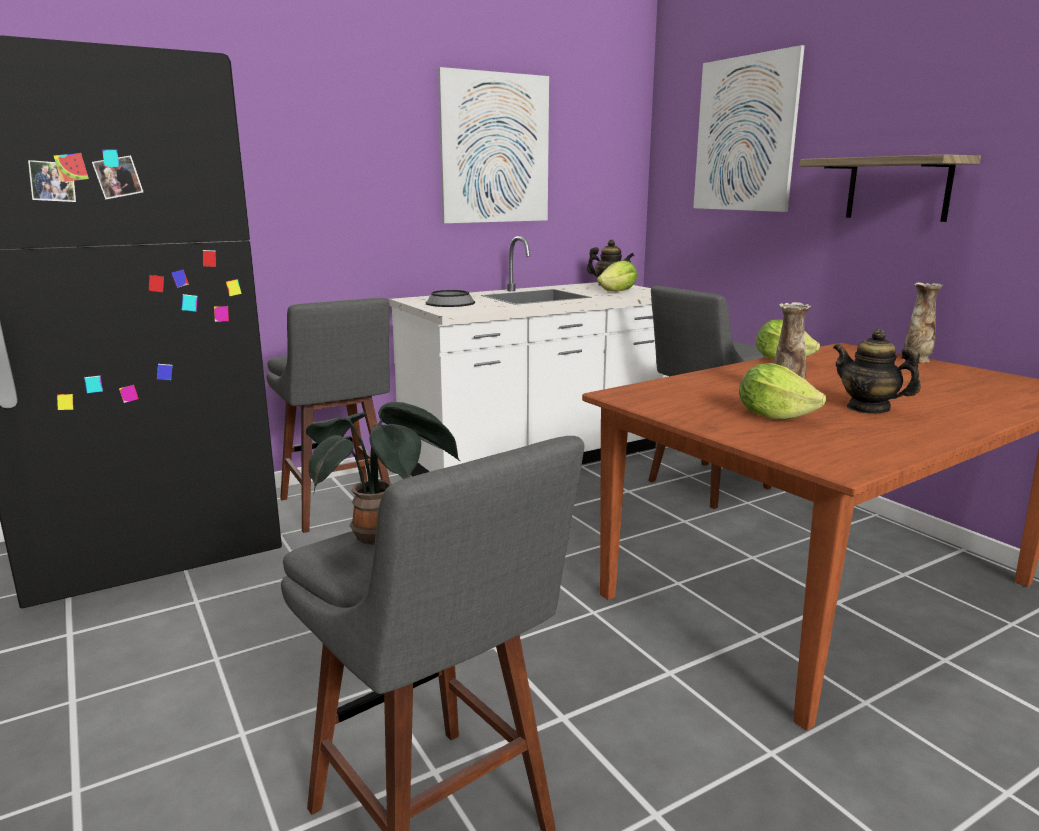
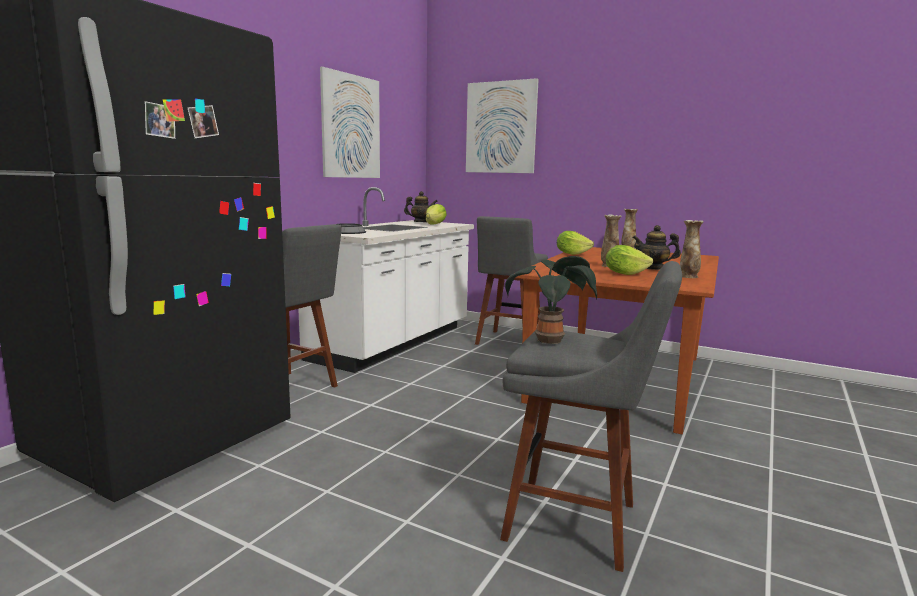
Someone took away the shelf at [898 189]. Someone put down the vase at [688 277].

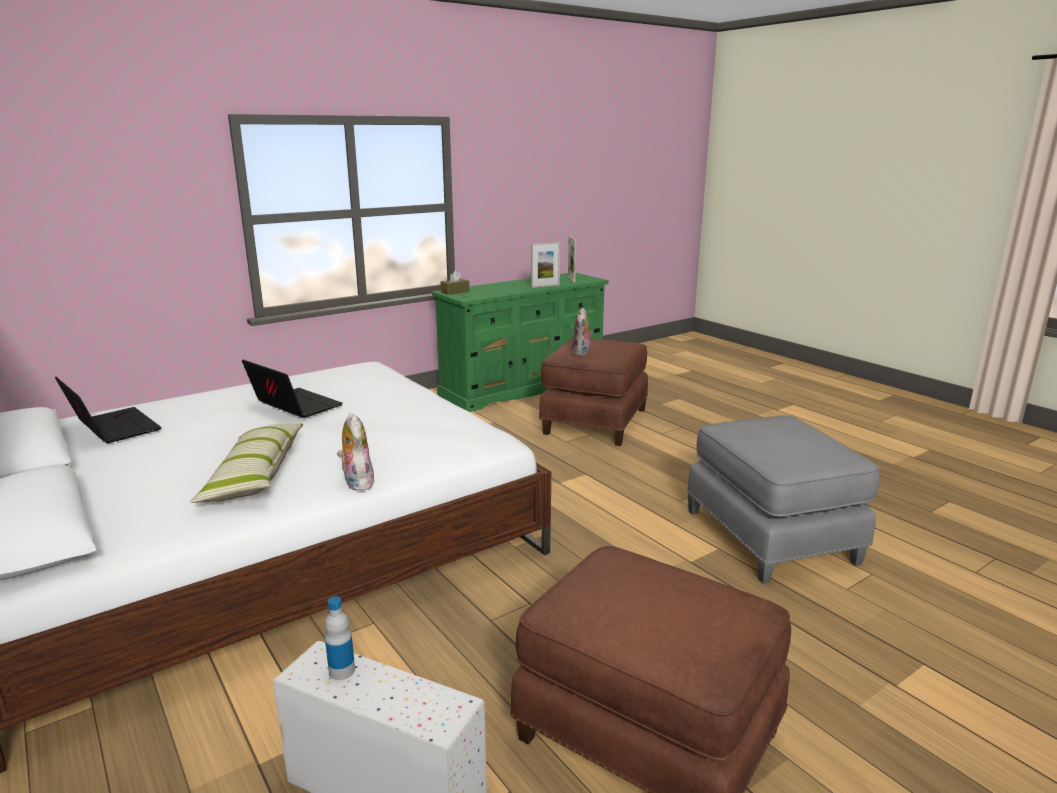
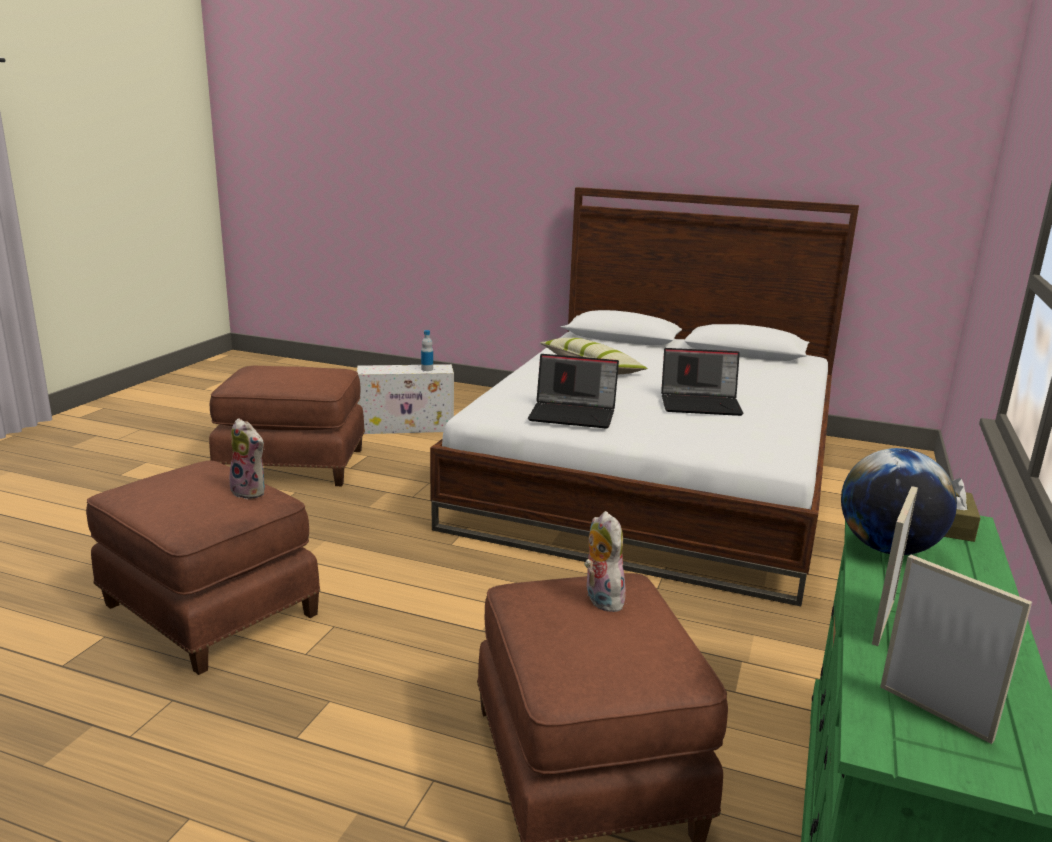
Someone carried the laptop from [112 428] to [574 414]. Someone carried the plush toy from [356 482] to [251 491]. Someone repainted the grey ottoman at [772 535], which became the brown ottoman at [207 611]. Someone put down the globe at [887 548].

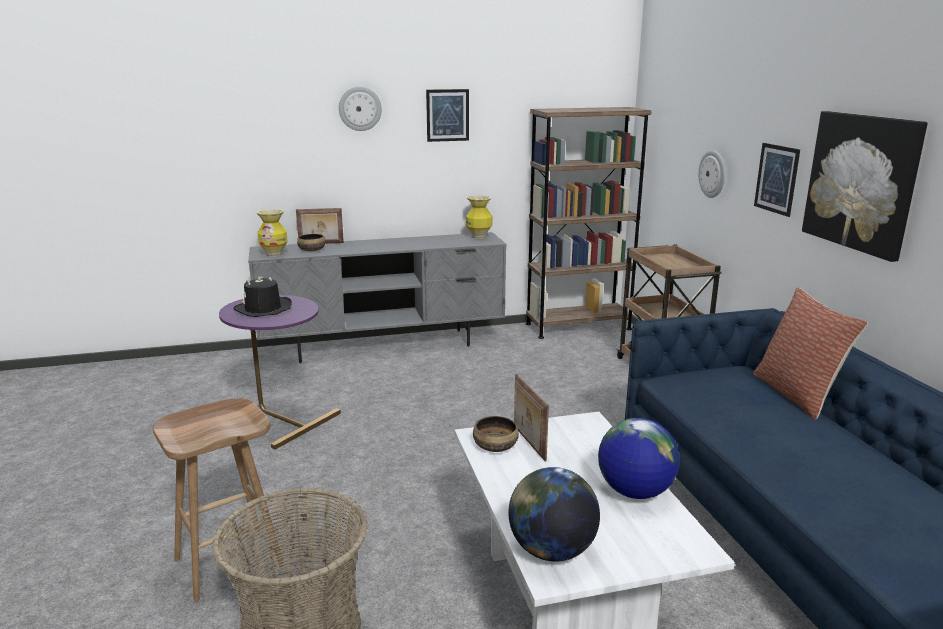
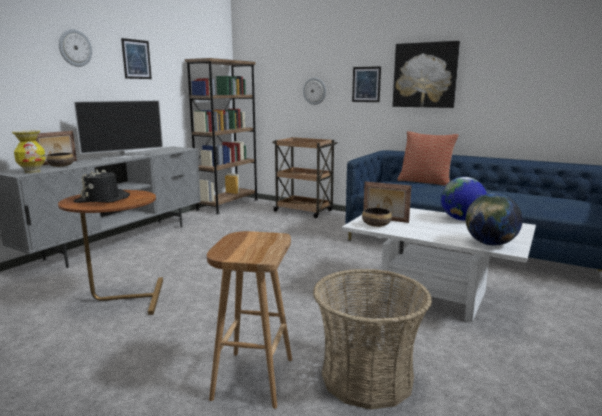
Someone took away the vase at [479 237]. Someone repainted the purple side table at [281 419], which became the brown side table at [122 299]. Someone put down the television at [123 157].

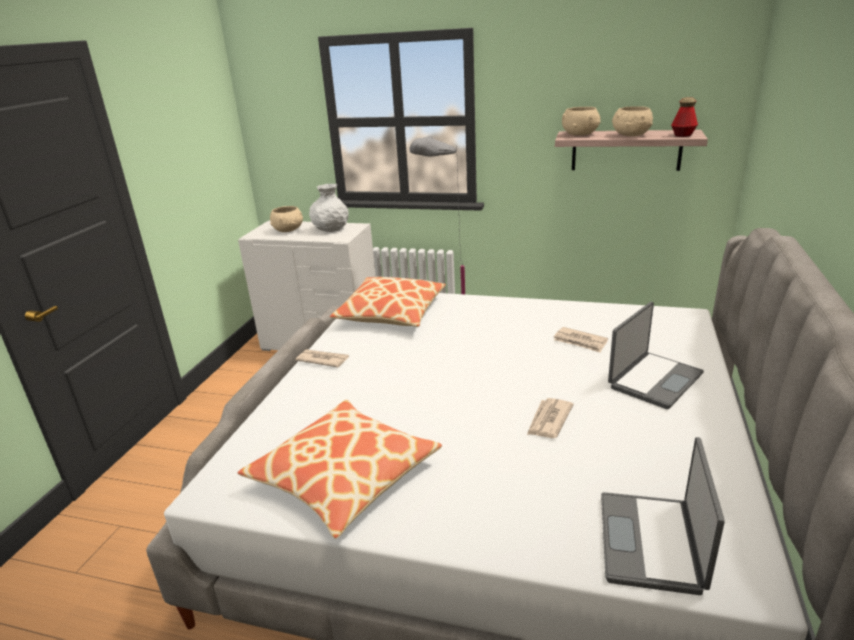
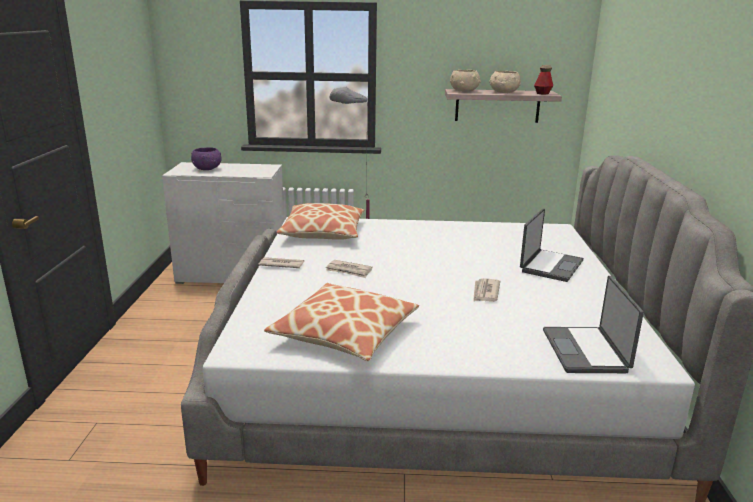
Someone took away the white vase at [330 229]. Someone repainted the beige bowl at [288 230], which became the purple bowl at [207 168]. Someone carried the newspaper from [580 342] to [349 271].

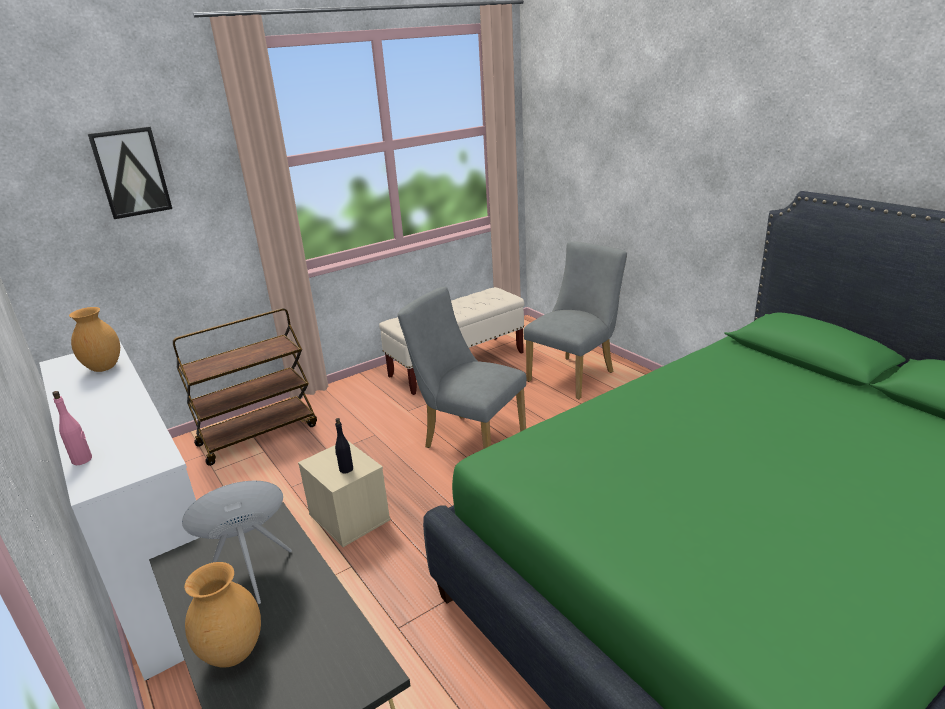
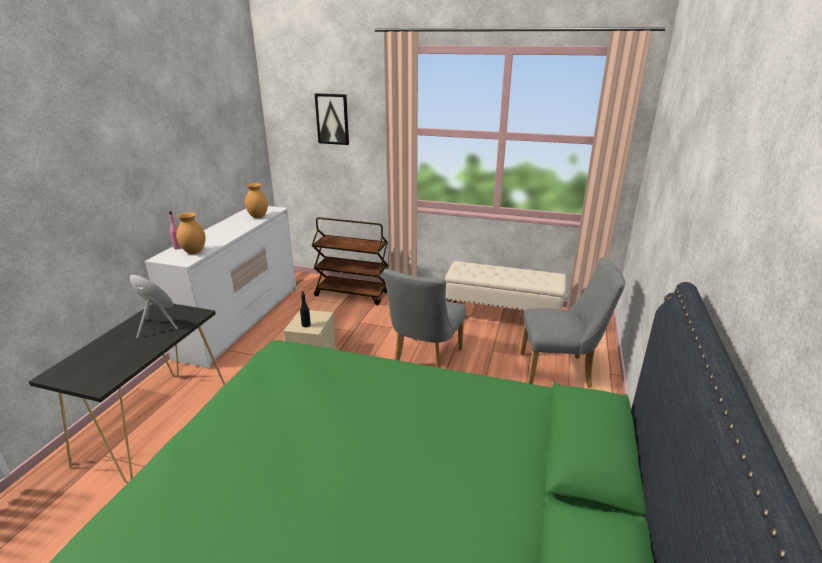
Someone rotated the grey chair at [468 438] by 150 degrees counterclockwise. Someone carried the brown vase from [233 655] to [193 252].

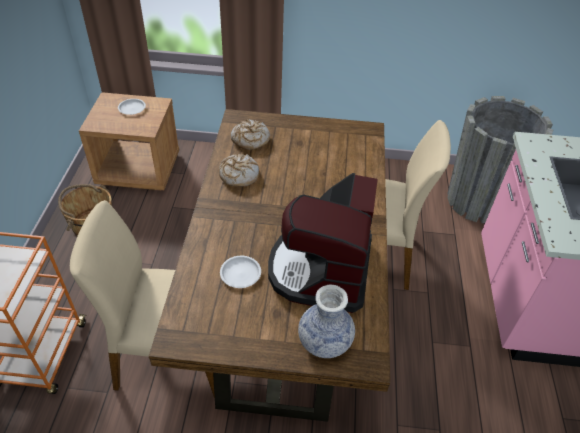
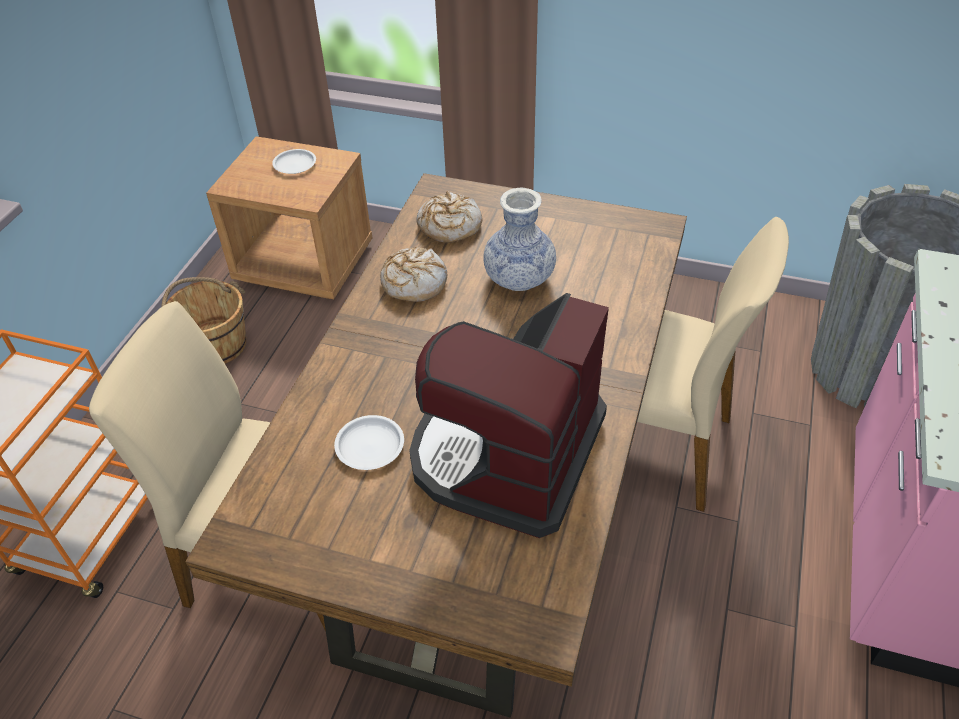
Someone carried the vase from [324 341] to [519 278].

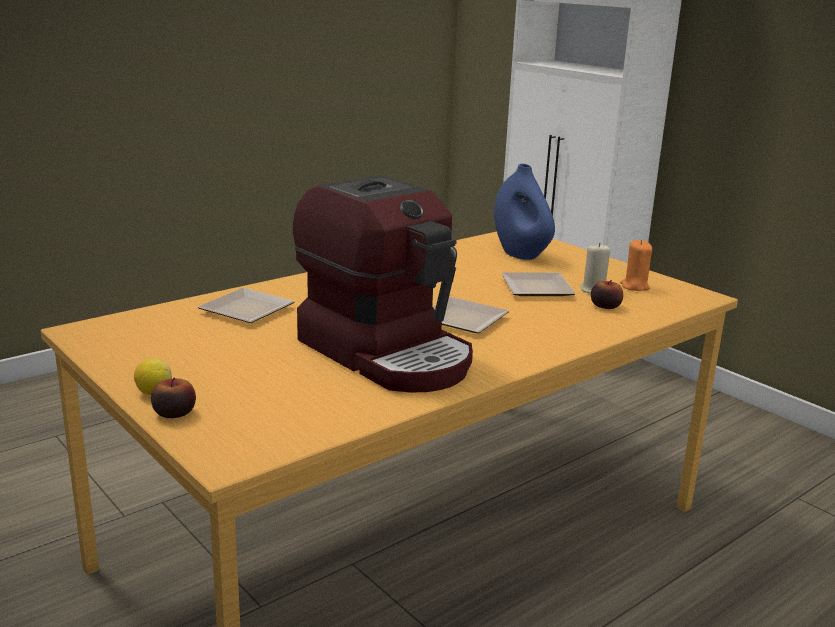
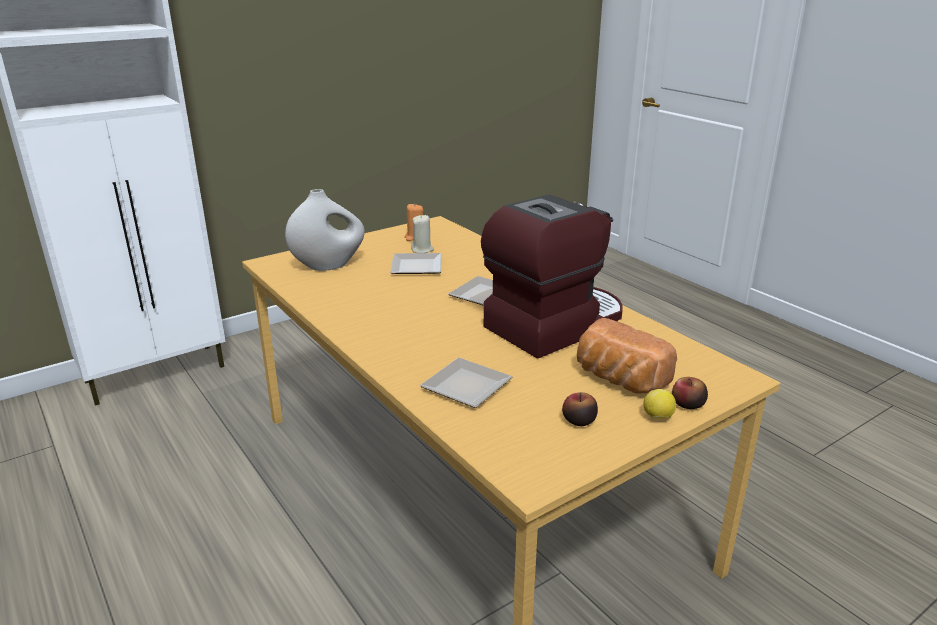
Someone repainted the blue vase at [521 254], which became the white vase at [328 265]. Someone carried the apple from [605 306] to [579 420]. Someone put down the bread at [618 379].

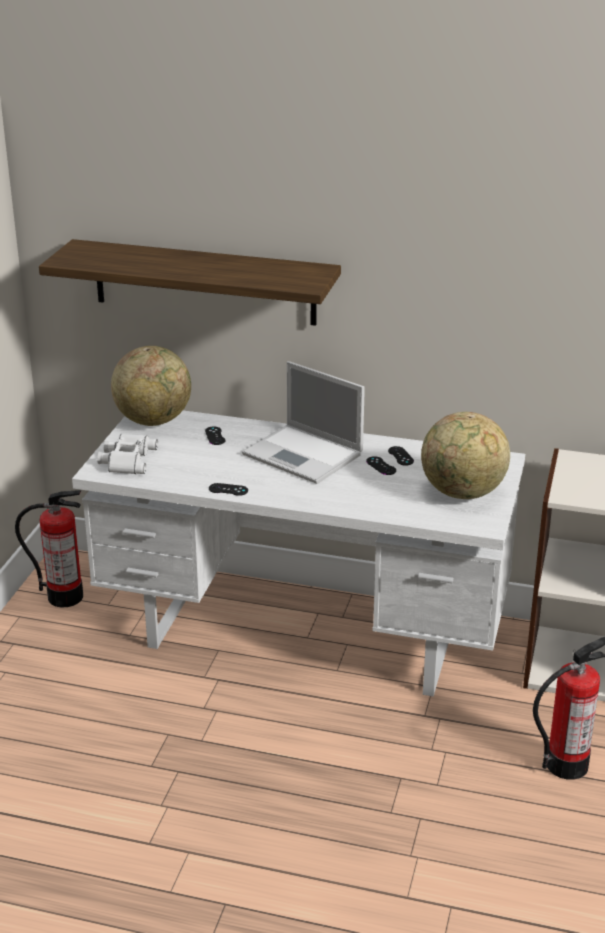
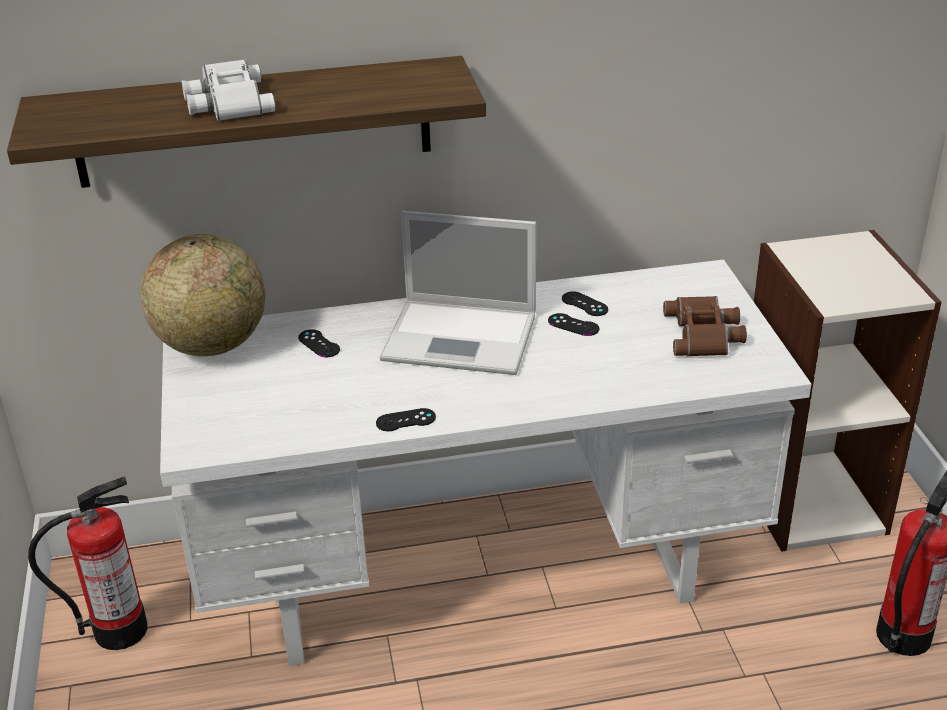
Someone swapped the globe at [462 493] for the brown binoculars at [705 334]. Someone carried the white binoculars from [126 459] to [227 102].

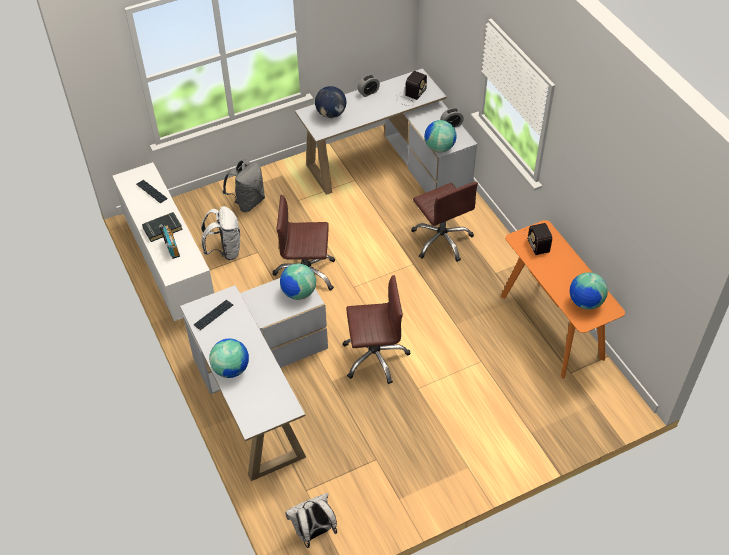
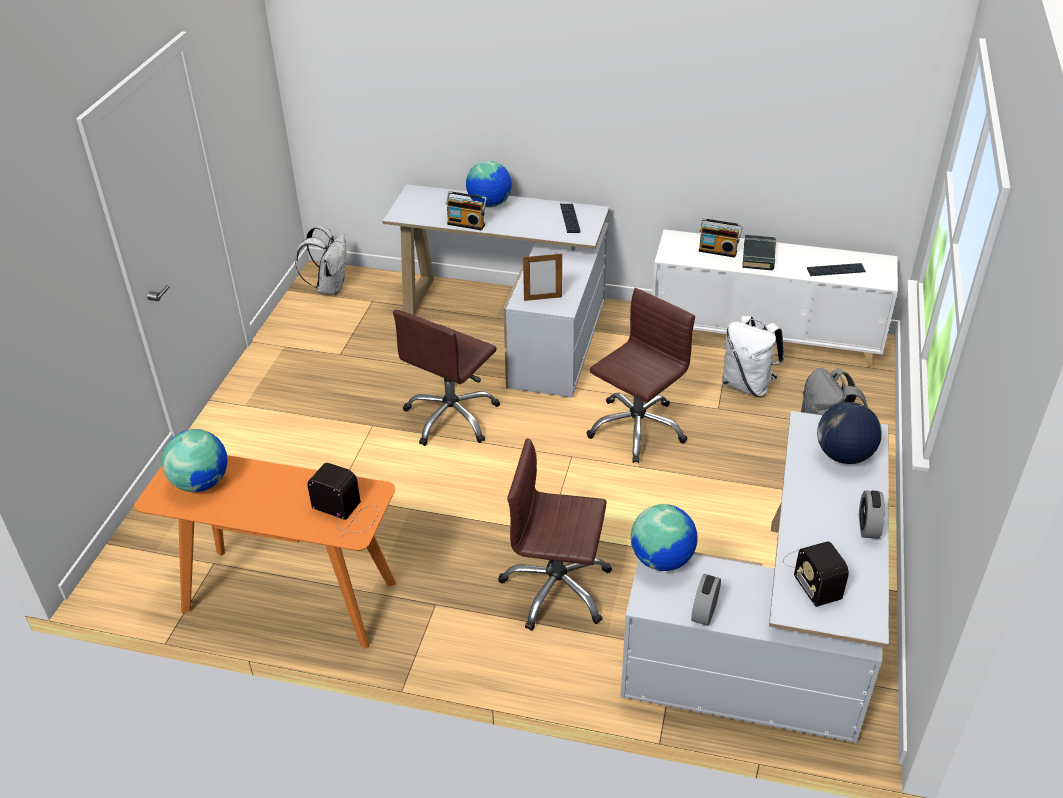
Someone swapped the globe at [298 293] for the picture frame at [543 298]. Someone put down the radio at [467 224].

